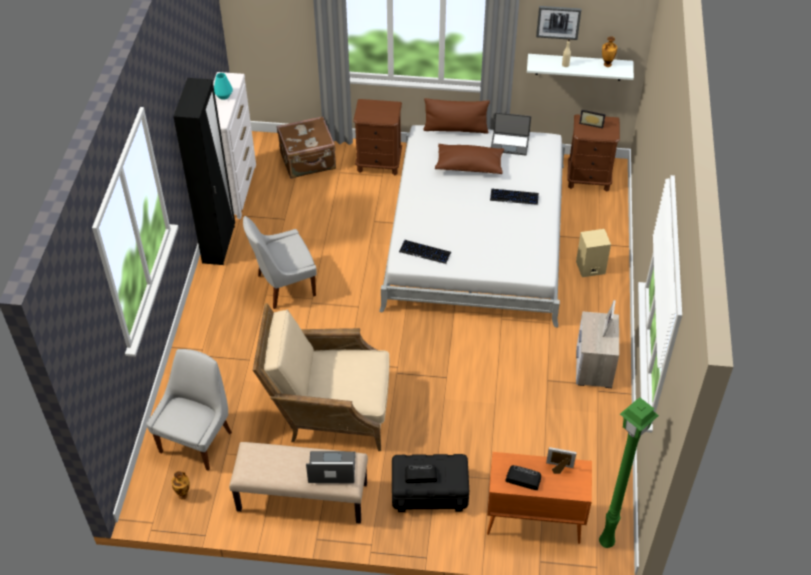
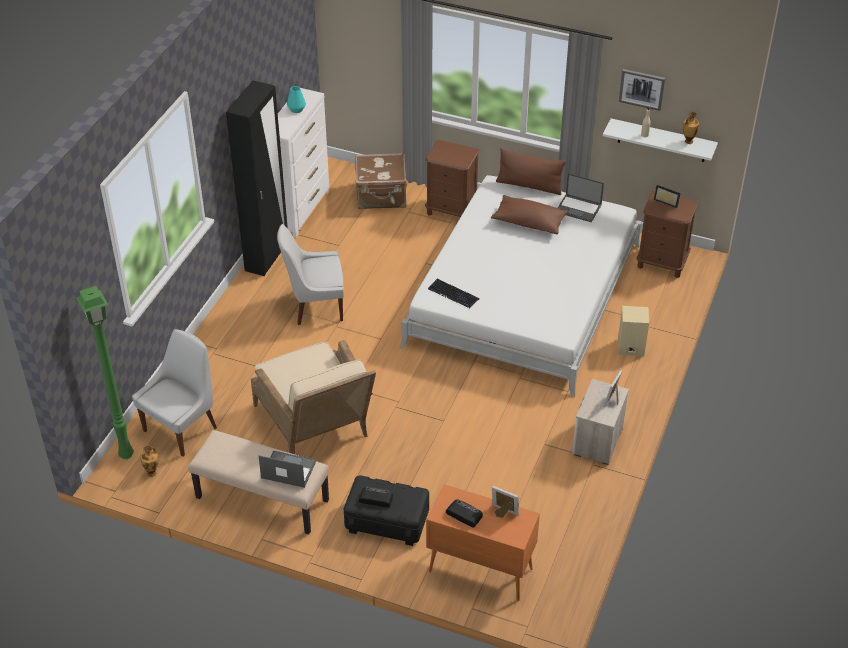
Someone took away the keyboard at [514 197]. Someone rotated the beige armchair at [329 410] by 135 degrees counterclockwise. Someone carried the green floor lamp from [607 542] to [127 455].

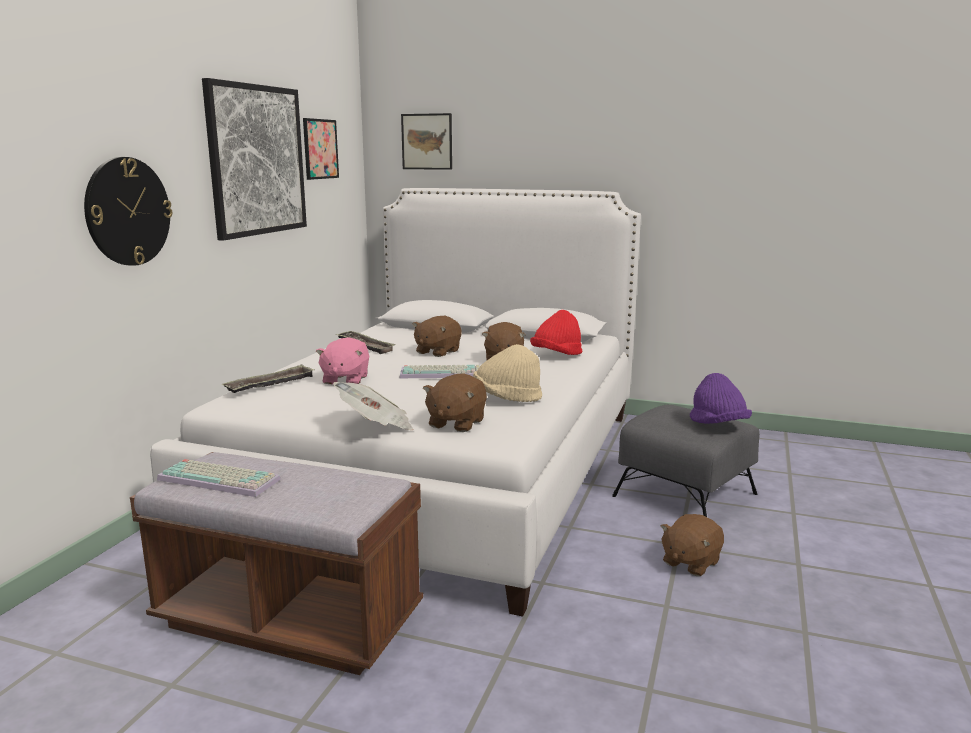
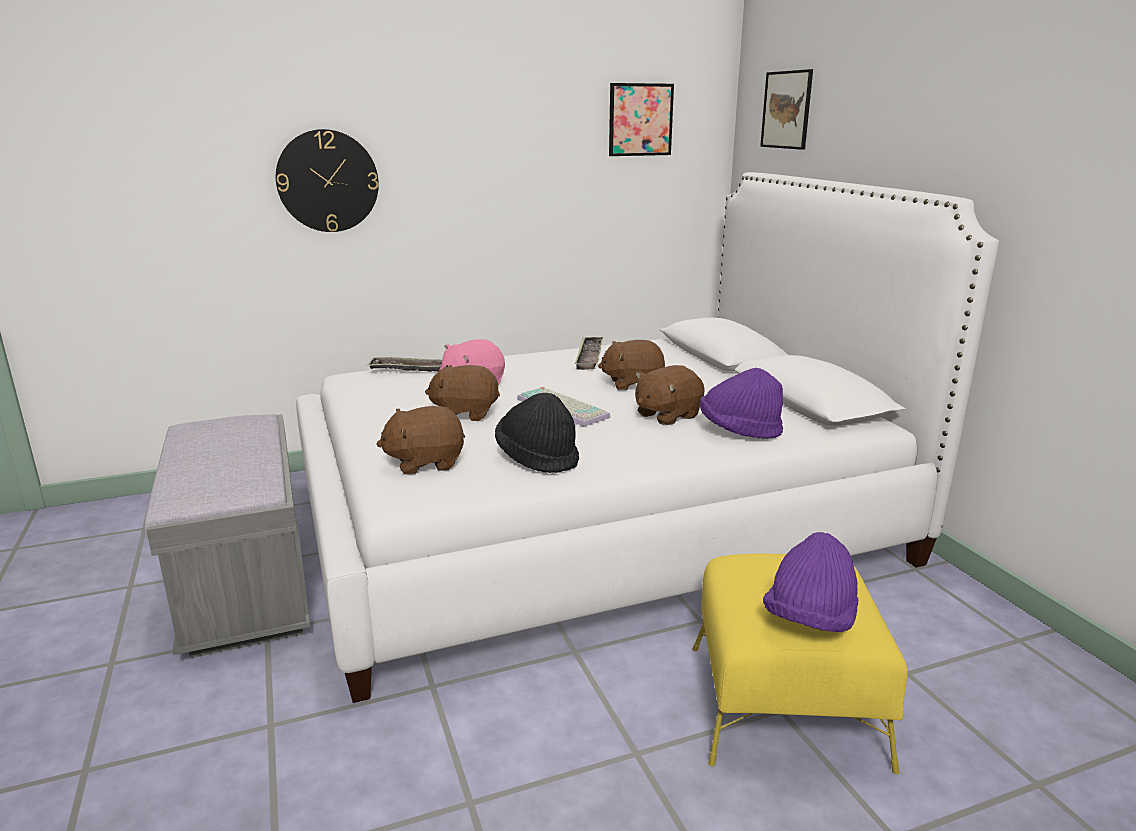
Someone took away the picture at [257 160]. Someone repainted the red hat at [556 355], which became the purple hat at [739 431]. Someone repainted the beige hat at [507 398], which became the black hat at [538 458]. Someone took away the newspaper at [376 426]. Someone repainted the grey ottoman at [684 494], which became the yellow ottoman at [785 703]. Someone repainted the brown bench at [289 620], which became the grey bench at [247 586]. Someone took away the keyboard at [221 479]. Someone carried the brown plush toy from [690 562] to [465 413].

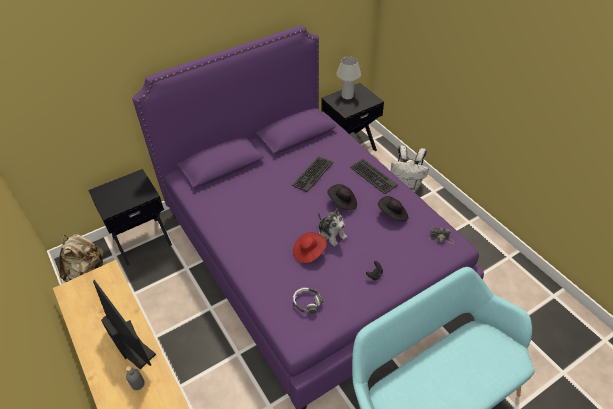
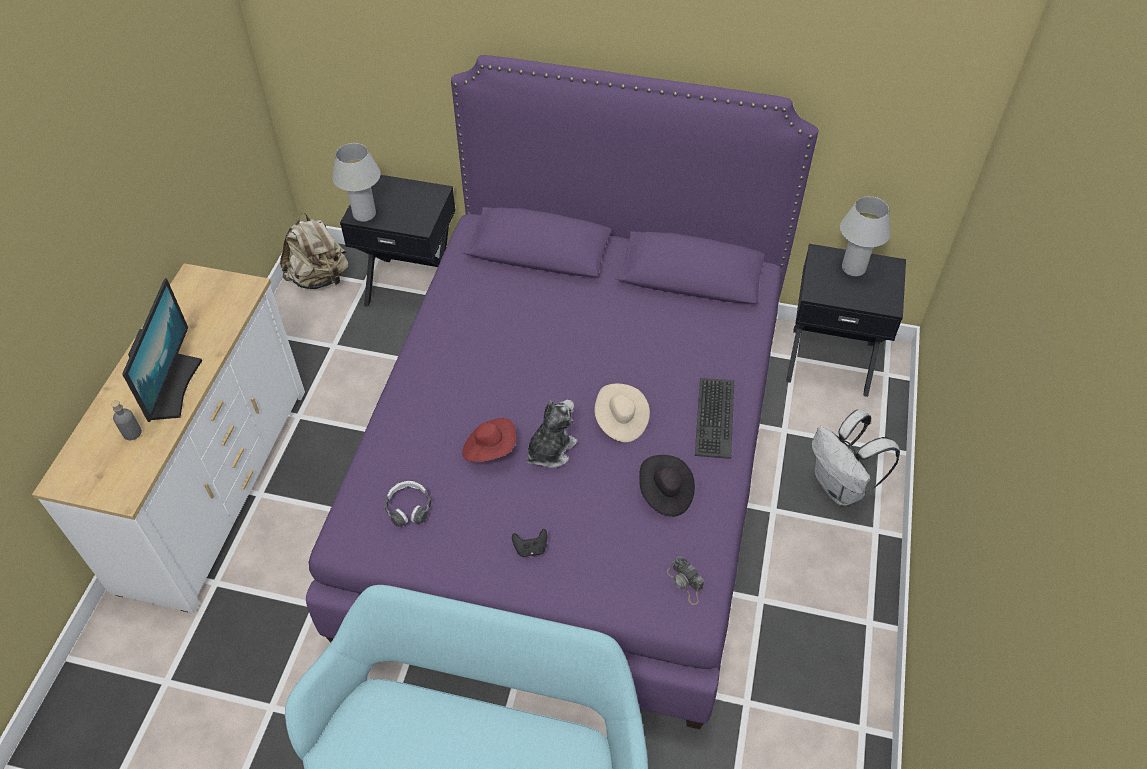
Someone took away the keyboard at [312 174]. Someone repainted the black hat at [342 203], which became the beige hat at [620 421]. Someone rotated the plush toy at [331 234] by 150 degrees counterclockwise. Someone put down the white table lamp at [364 214].

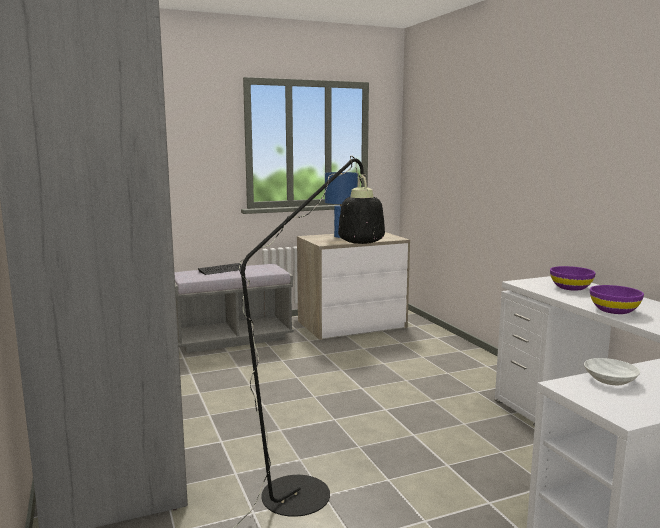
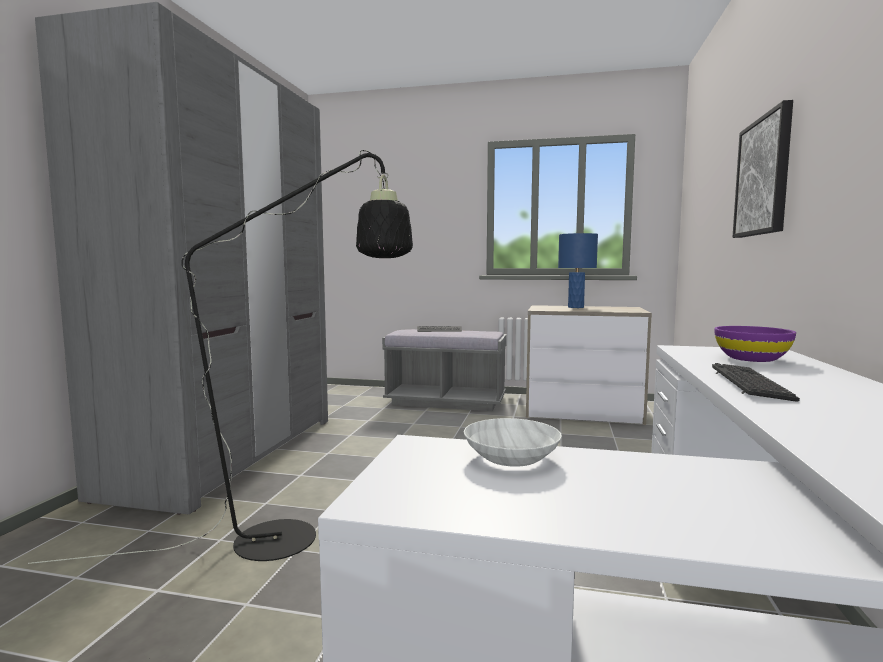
Someone swapped the purple bowl at [614 310] for the keyboard at [749 384]. Someone put up the picture at [763 177].

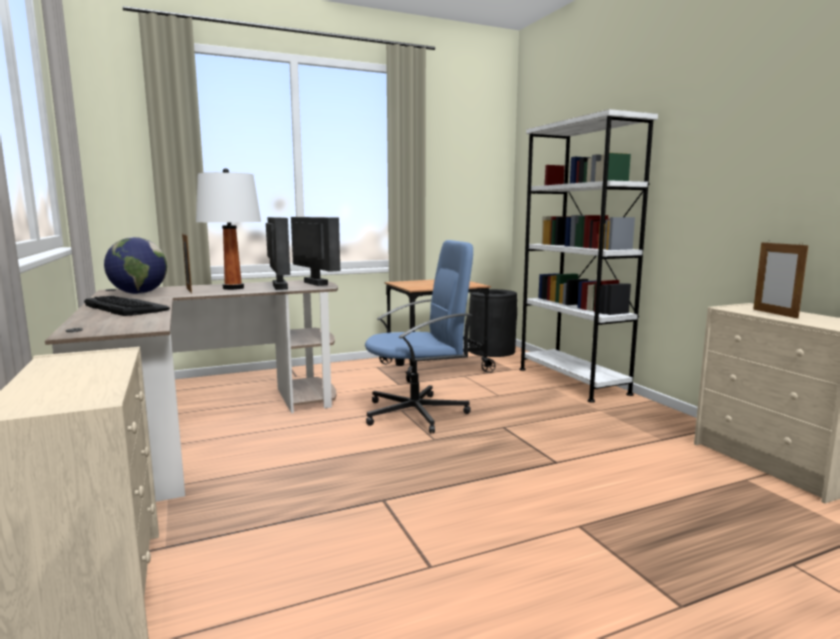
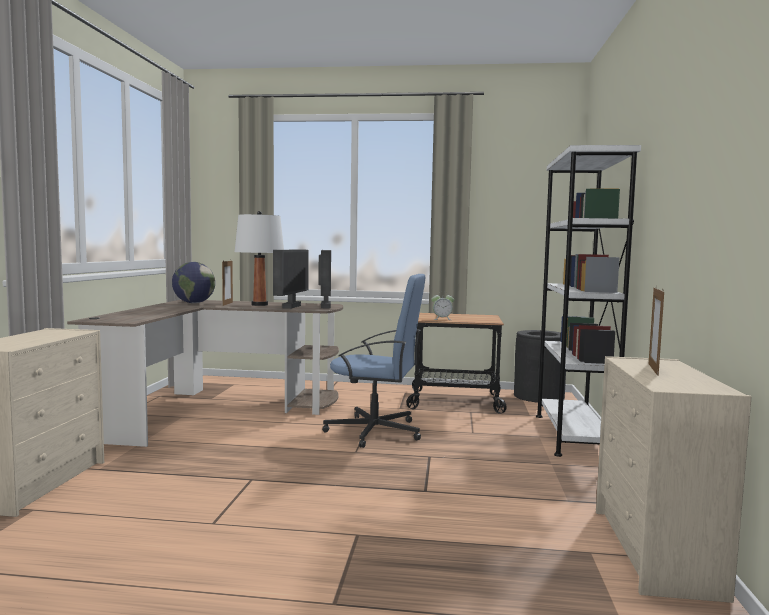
Someone took away the keyboard at [126 307]. Someone put down the alarm clock at [442 319].

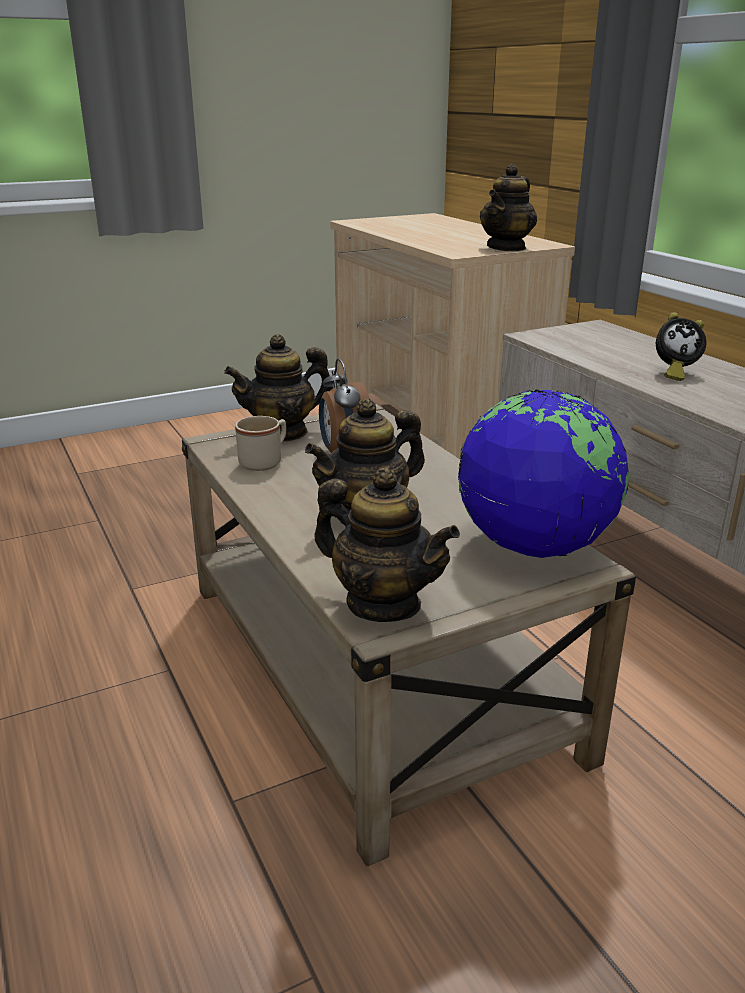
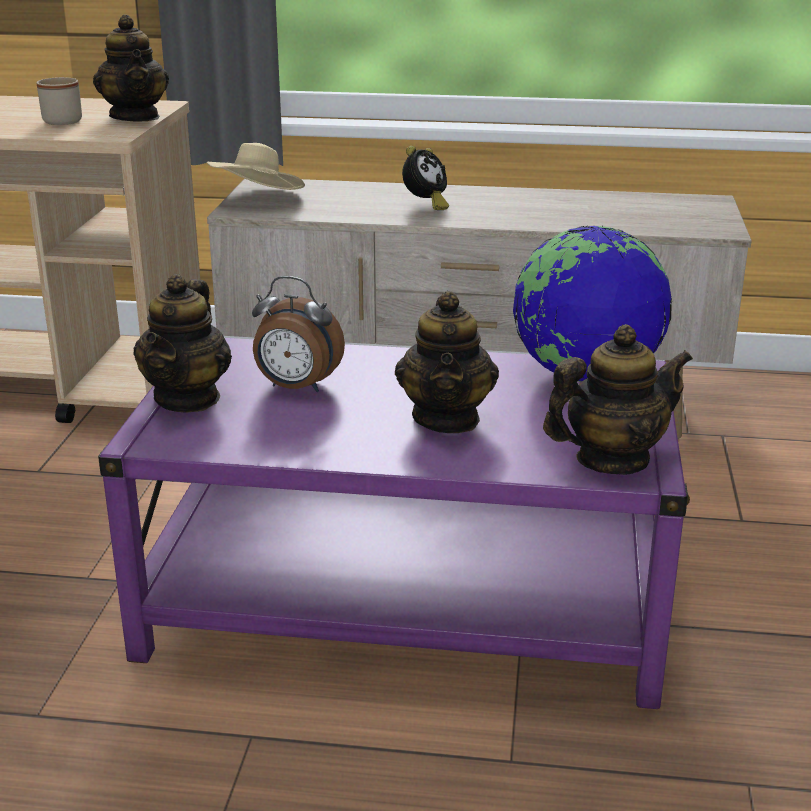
Someone repainted the beige coffee table at [372 668], which became the purple coffee table at [406 602]. Someone carried the beige mug from [265 461] to [62 120]. Someone put down the beige hat at [257 199].

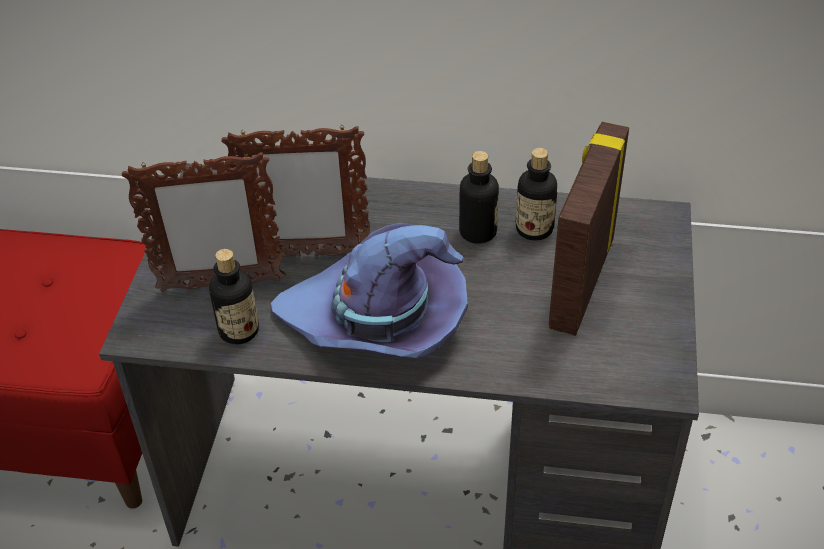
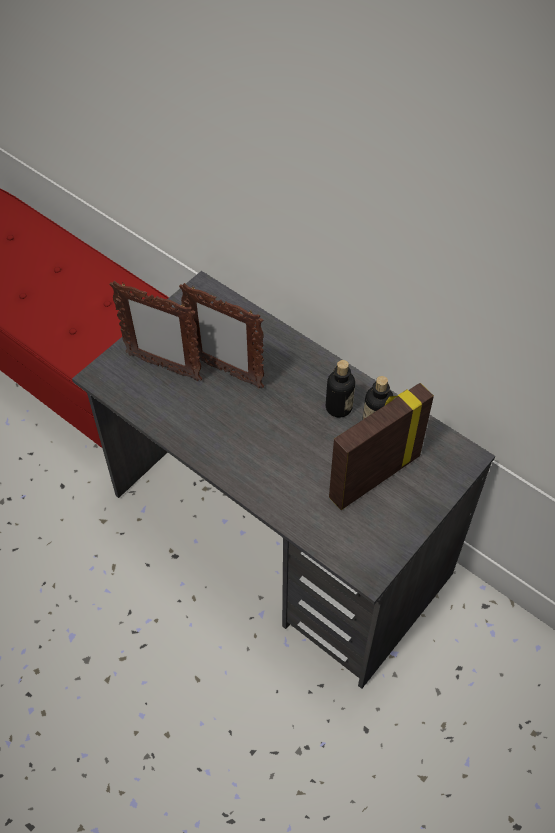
Someone took away the purple hat at [378 321]. Someone took away the bottle at [239 331].

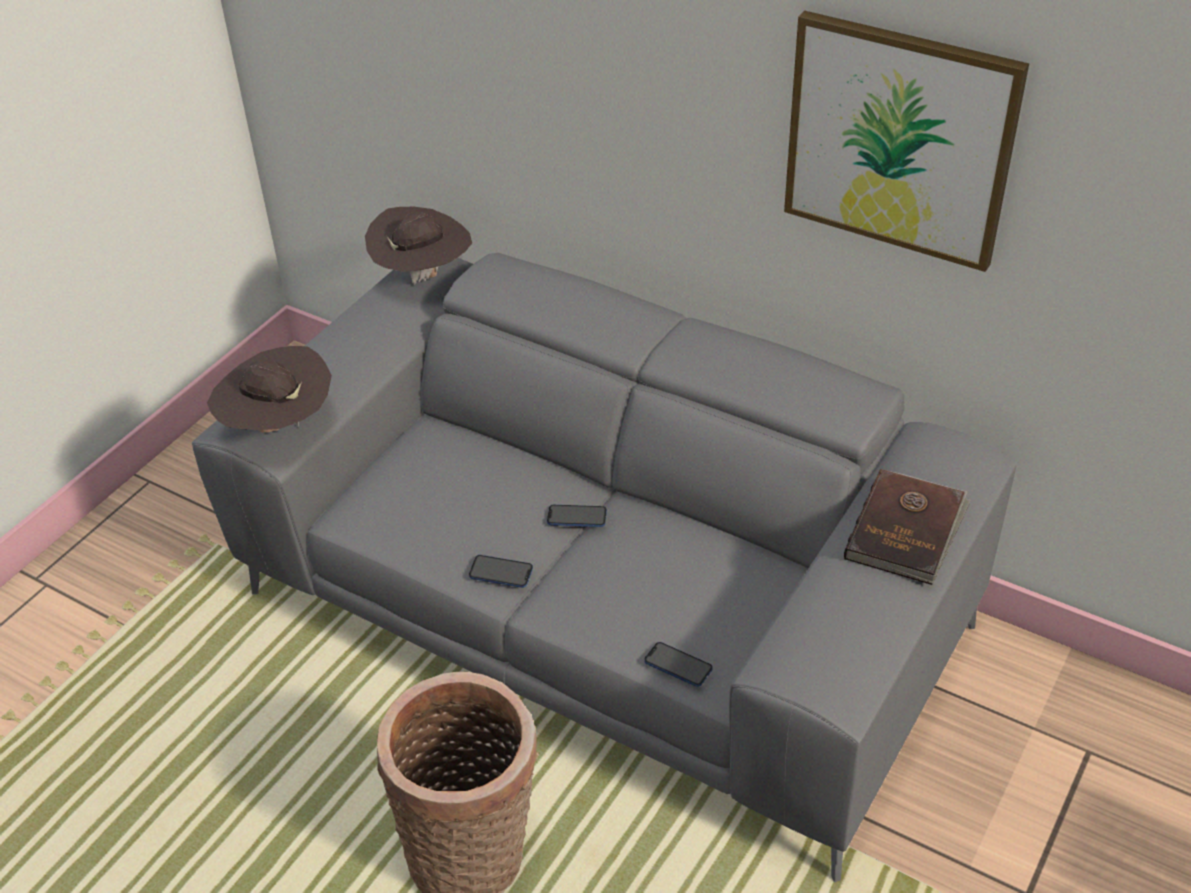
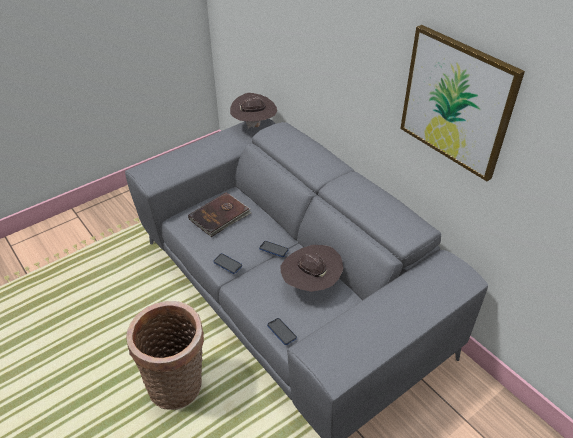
Someone carried the brown hat from [278 427] to [310 283]. Someone carried the brown book from [907 530] to [220 216].

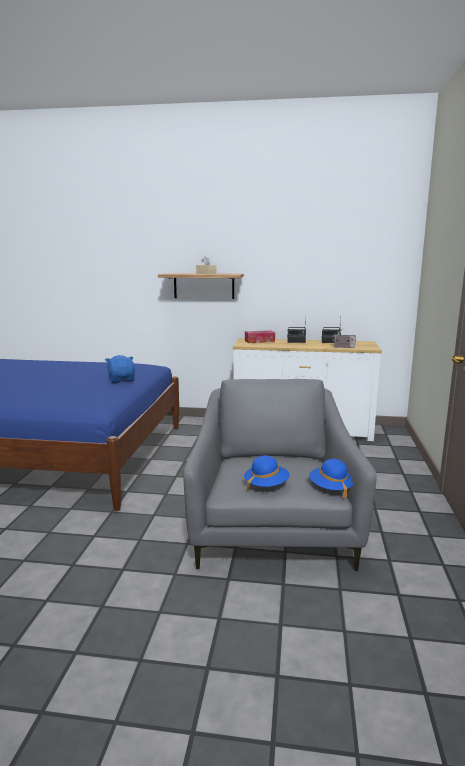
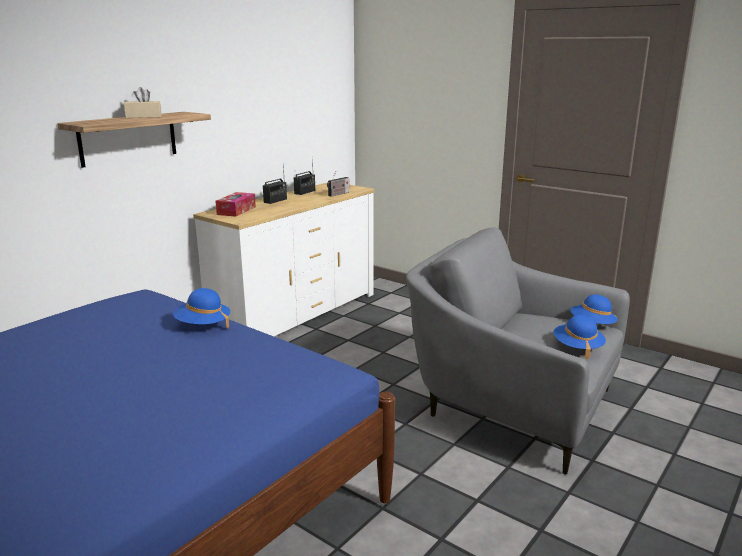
Someone swapped the blue plush toy at [122 380] for the blue hat at [203 325].

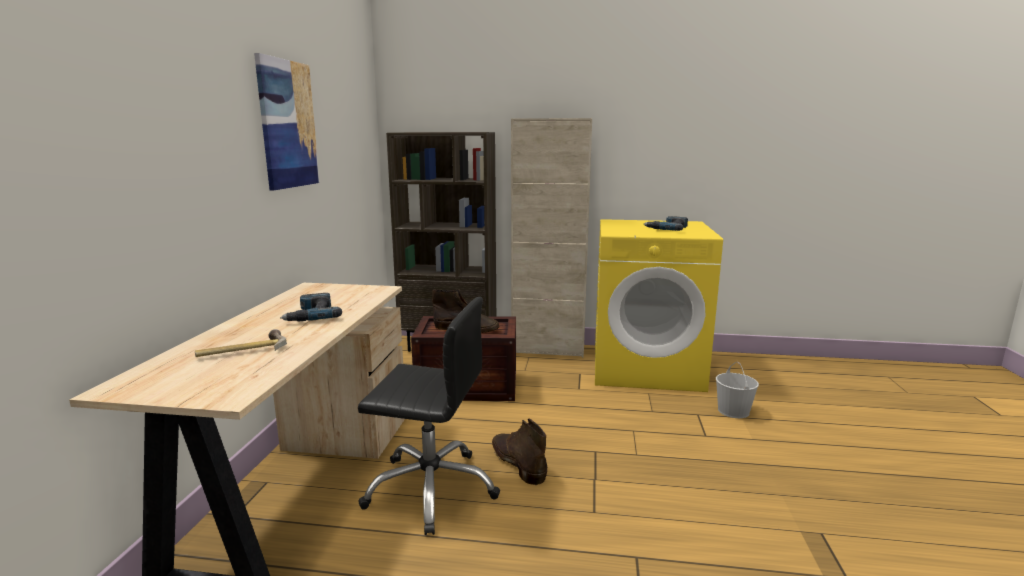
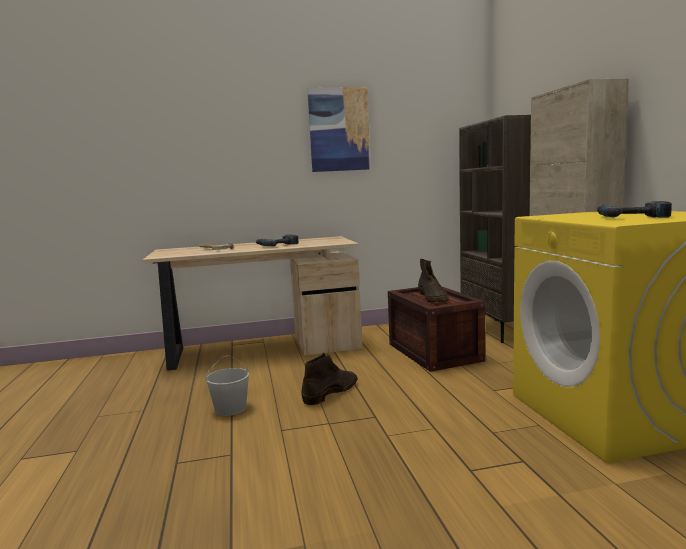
Someone took away the black office chair at [431 488]. Someone carried the white bucket from [733 410] to [231 408].

